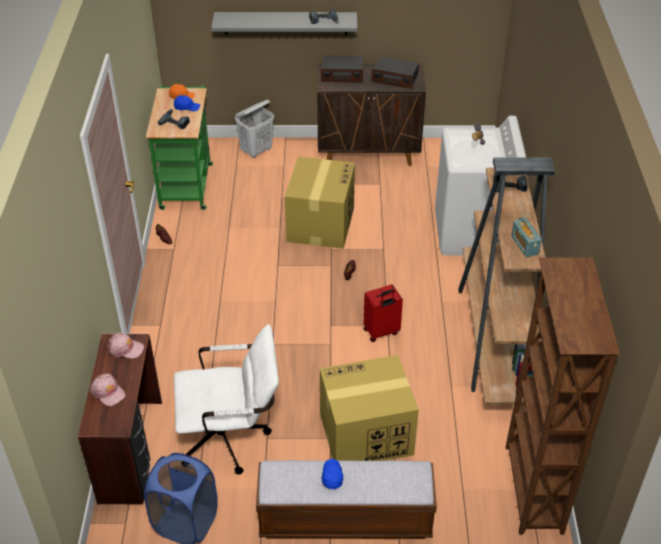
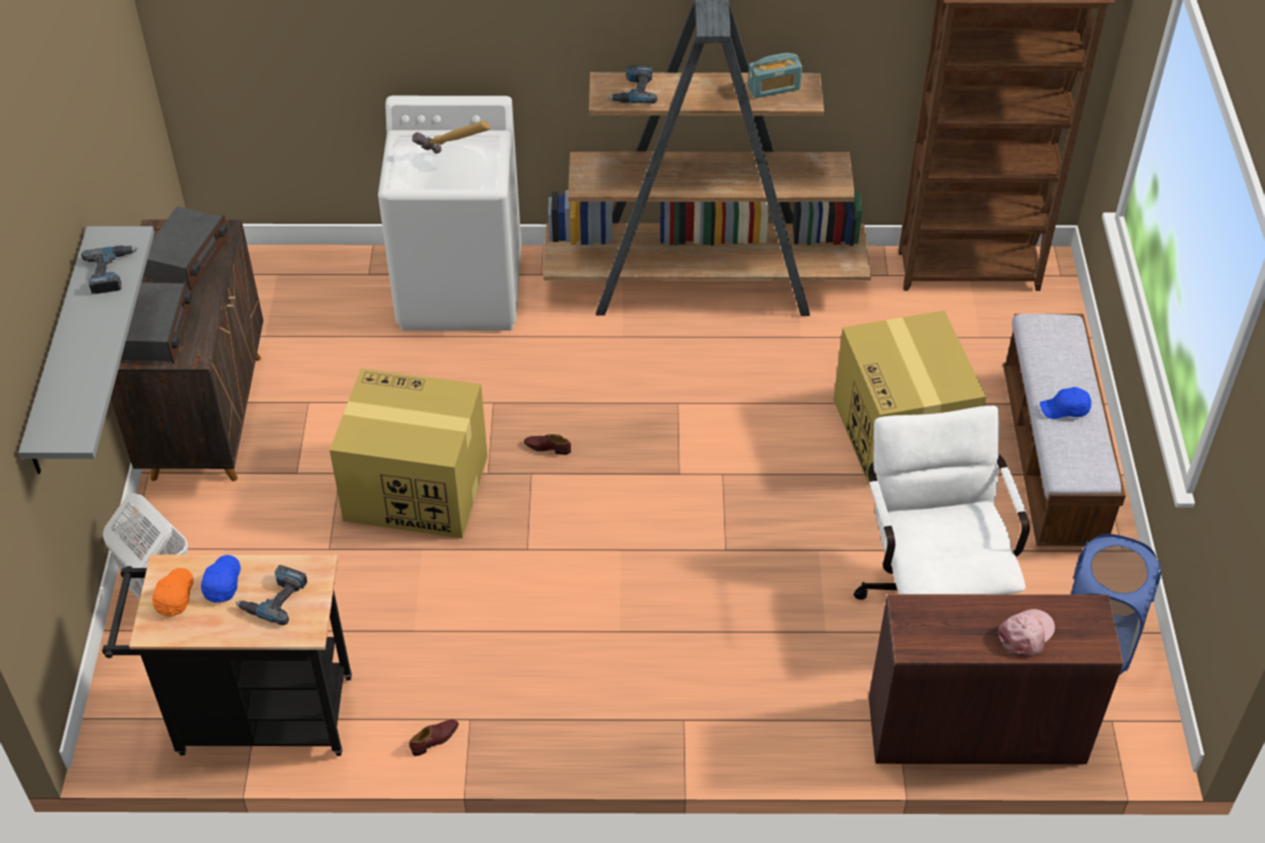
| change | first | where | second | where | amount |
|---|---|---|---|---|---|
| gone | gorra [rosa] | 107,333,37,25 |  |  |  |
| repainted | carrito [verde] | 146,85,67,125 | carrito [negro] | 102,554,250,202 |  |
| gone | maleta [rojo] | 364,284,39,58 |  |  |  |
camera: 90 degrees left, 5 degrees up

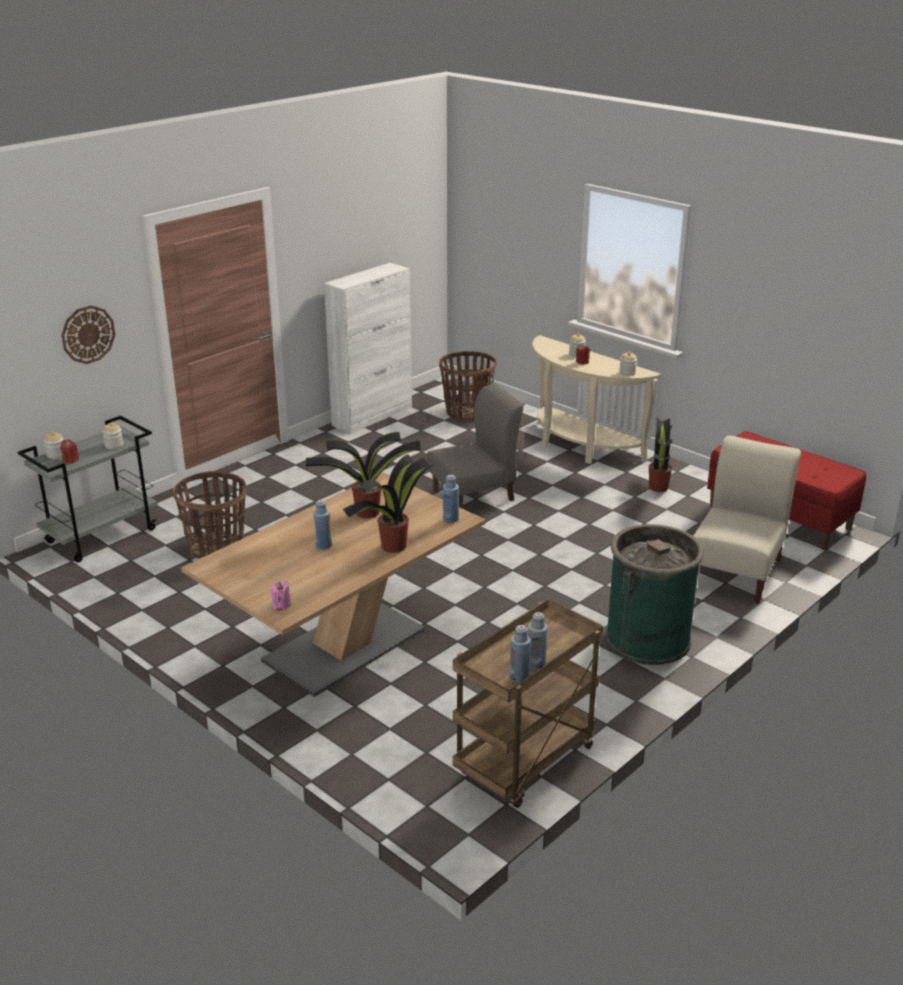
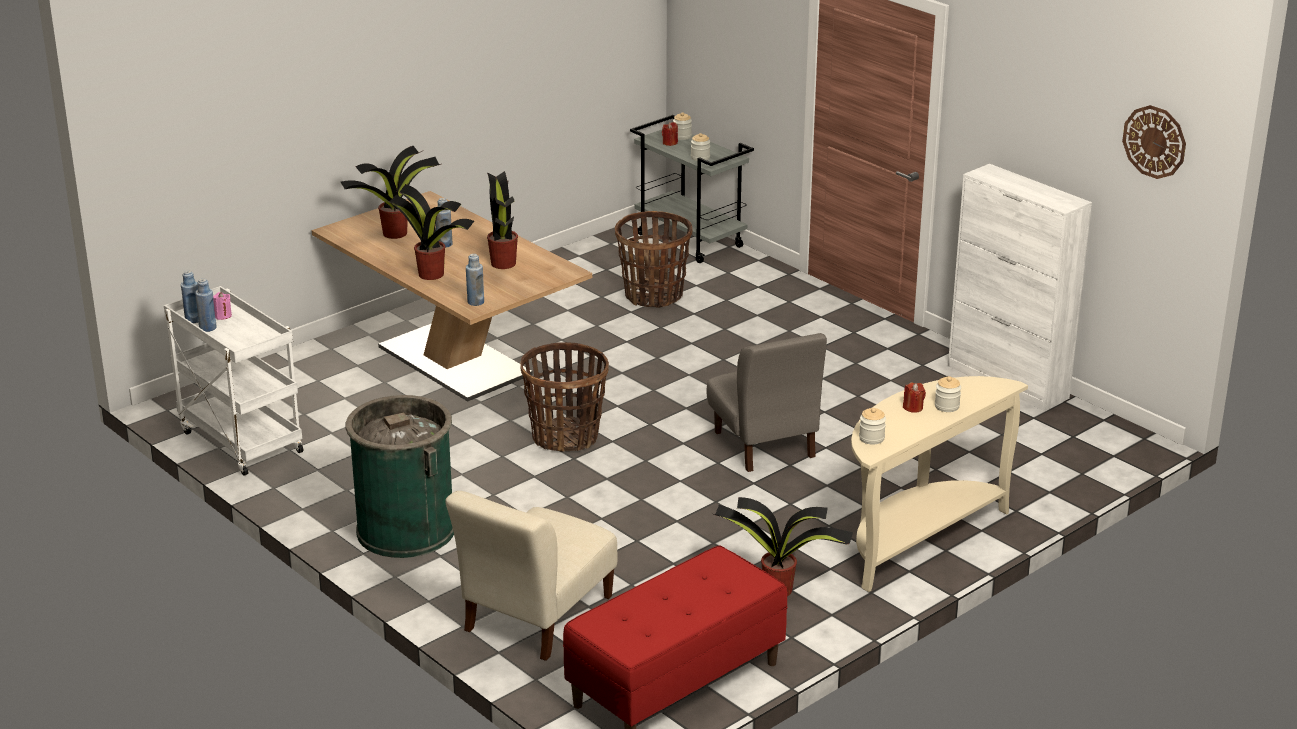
| change | first | where | second | where | amount |
|---|---|---|---|---|---|
| shifted | reloj de pared | 61,305,54,59 |  | 1122,105,64,74 |  |
| shifted | vela [rosa] | 270,581,21,29 |  | 213,292,19,28 |  |
| shifted | cesta | 439,351,58,70 |  | 520,342,89,110 |  |
| repainted | carrito [marrón] | 453,599,150,209 | carrito [blanco] | 164,286,140,190 |  |
| rotated | silla [beis] | 693,436,108,168 |  | 445,491,172,170 | 90 degrees clockwise |
| new |  |  | planta en maceta | 341,146,100,93 |  |
camera: 95 degrees right, 0 degrees up

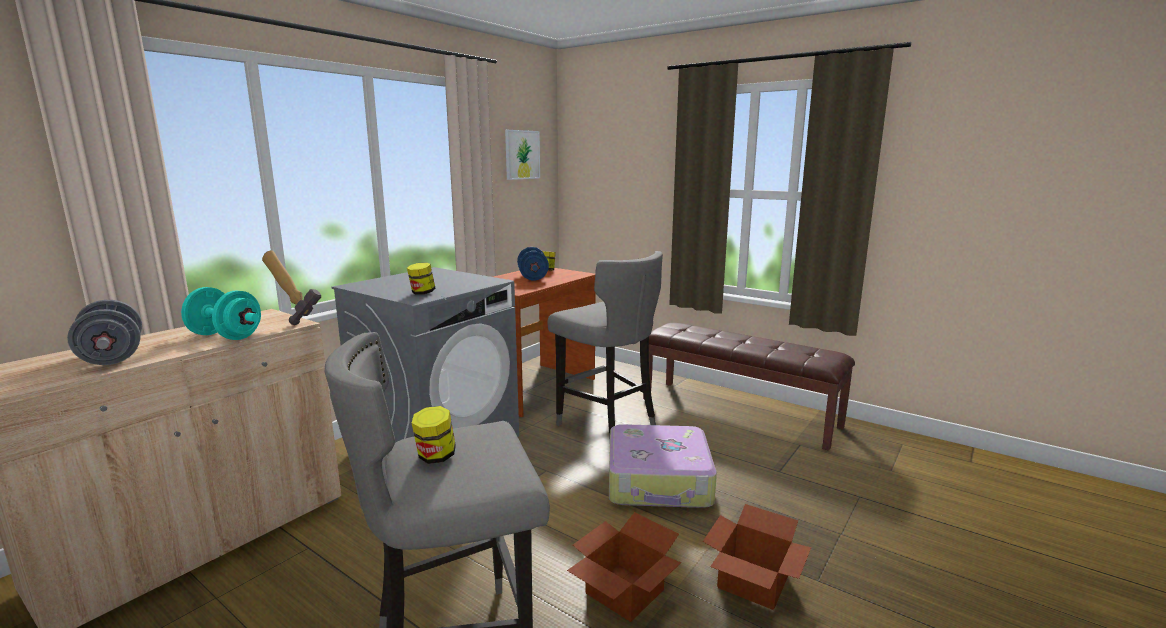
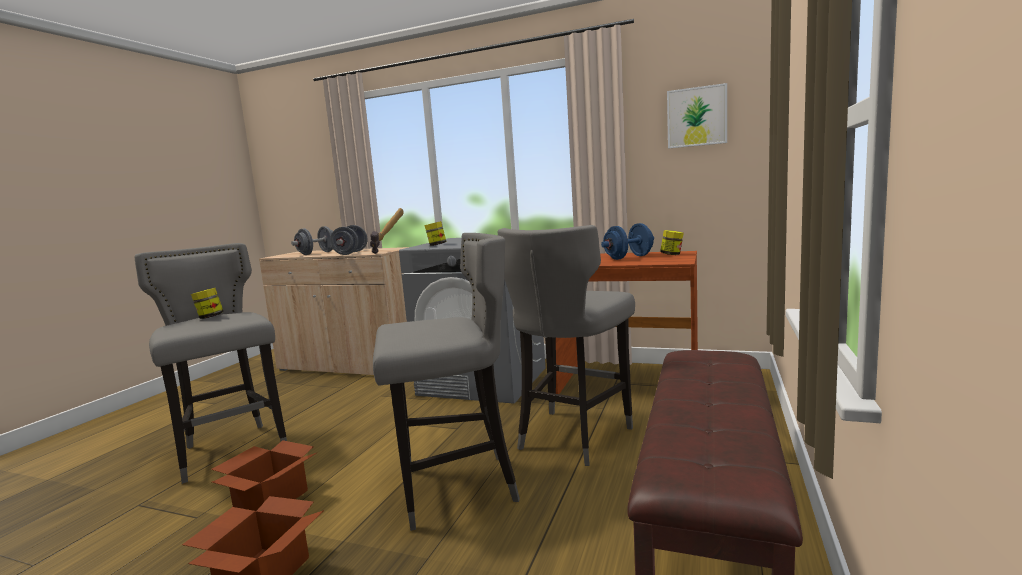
| change | first | where | second | where | amount |
|---|---|---|---|---|---|
| repainted | mancuerna [turquesa] | 181,287,80,53 | mancuerna [gris] | 330,225,38,30 |  |
| swapped | maleta | 609,424,108,84 | taburete [gris] | 373,233,147,298 |  |
camera: 75 degrees right, 5 degrees down

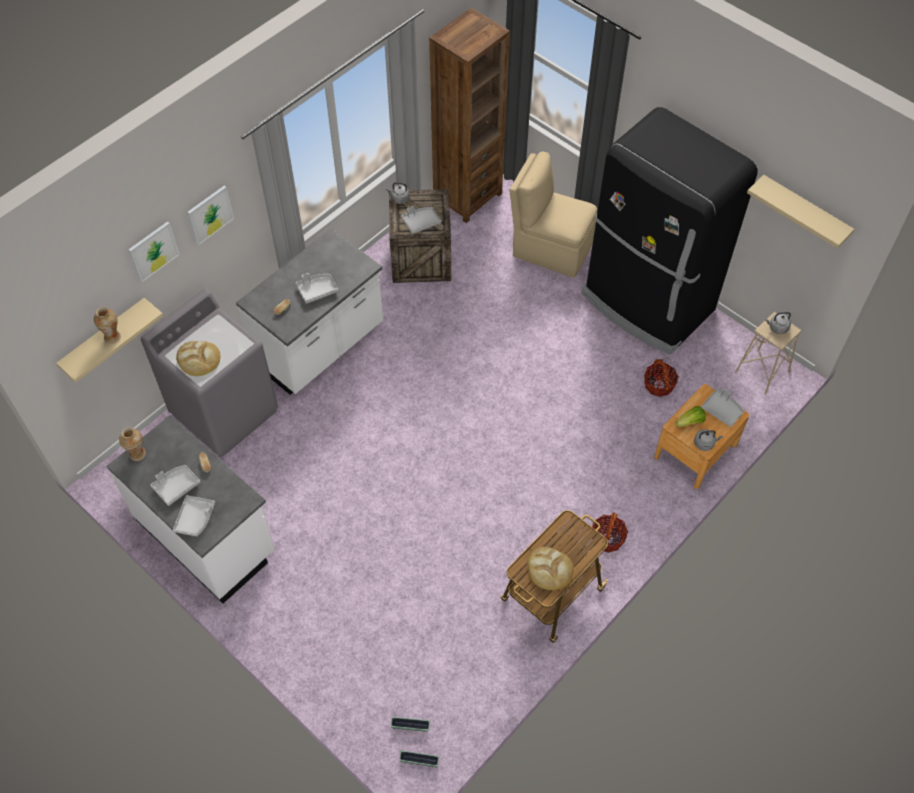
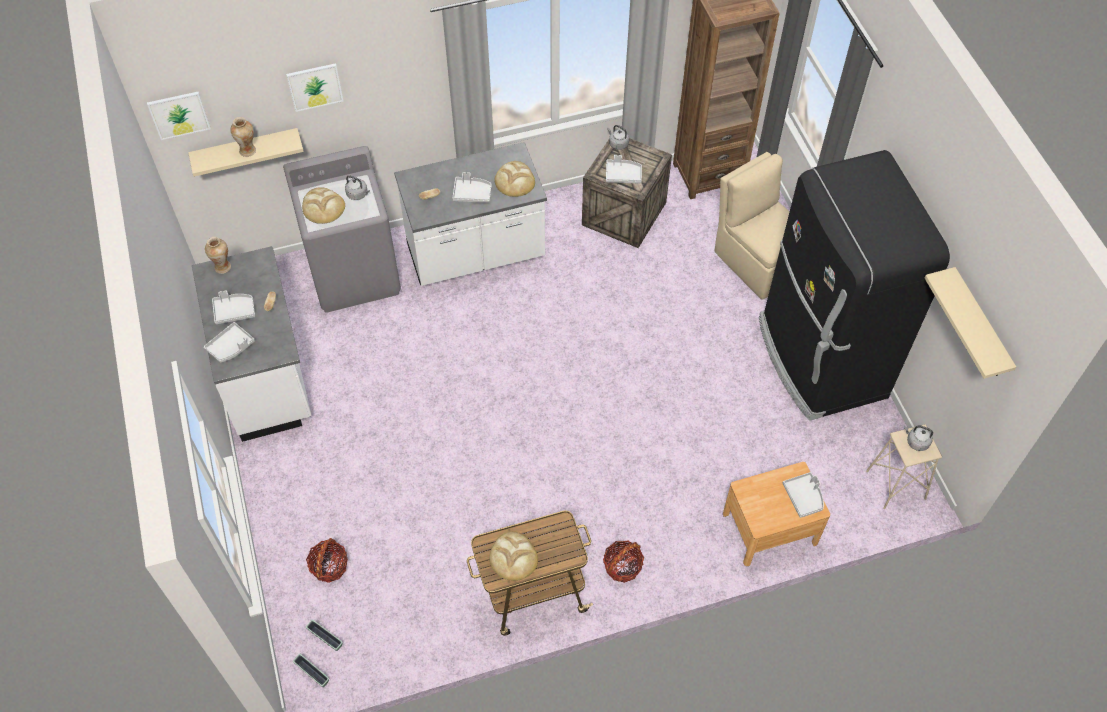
| change | first | where | second | where | amount |
|---|---|---|---|---|---|
| shifted | cuadro | 188,185,46,60 |  | 147,92,64,48 |  |
| shifted | cesta | 644,359,35,38 |  | 306,538,42,45 |  |
| gone | lechuga | 676,406,30,21 |  |  |  |
| shifted | hervidor [gris] | 694,429,29,22 |  | 345,176,25,24 |  |
| new |  |  | pan | 494,161,41,36 |  |
camera: 30 degrees right, 0 degrees up

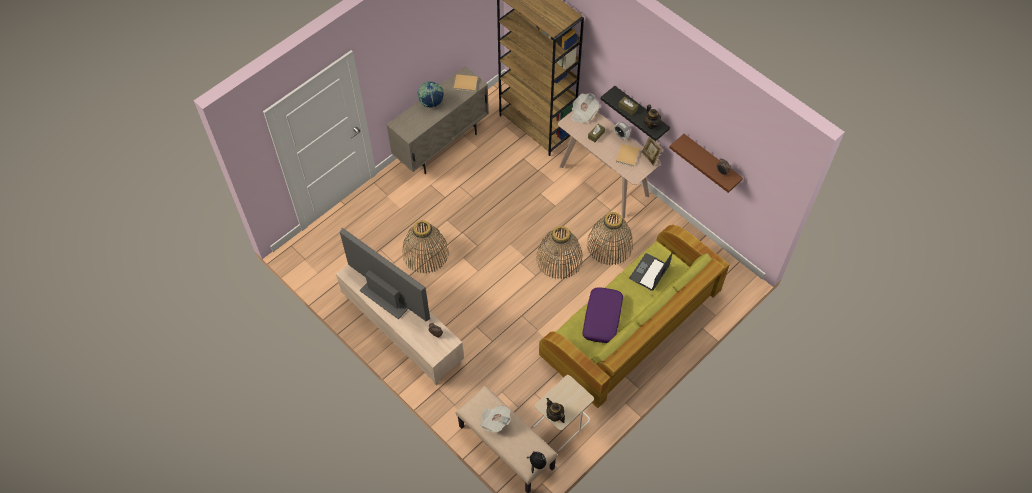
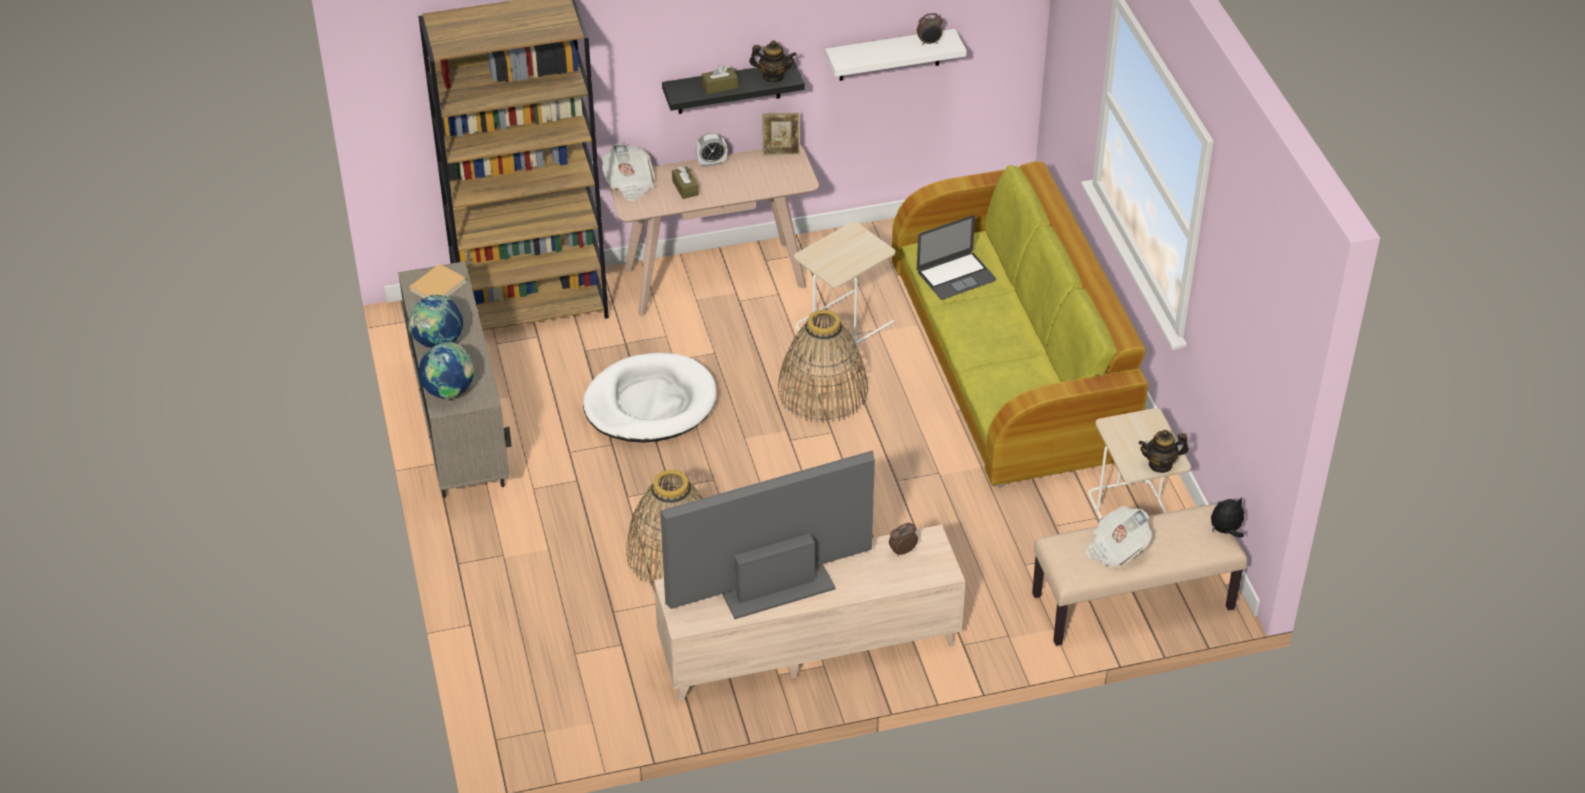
| change | first | where | second | where | amount |
|---|---|---|---|---|---|
| gone | cojín [morado] | 582,287,41,56 |  |  |  |
| swapped | cesta | 587,212,46,53 | mesa auxiliar [beis] | 794,222,101,135 |  |
| gone | libro [beis] | 616,144,24,23 |  |  |  |
| rotated | portátil | 629,252,44,39 |  | 917,215,79,84 | 90 degrees counterclockwise |
| repainted | estante [marrón] | 669,134,74,59 | estante [blanco] | 825,29,142,52 |  |
| new |  |  | globo terráqueo | 418,343,57,57 |  |
| new |  |  | cama para perro [blanco] | 583,353,134,90 |  |
camera: 60 degrees left, 15 degrees down

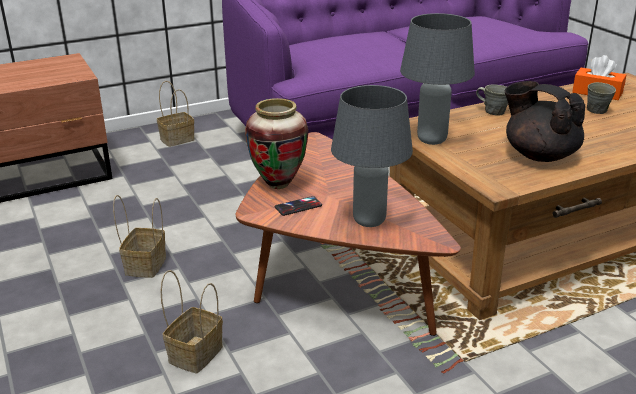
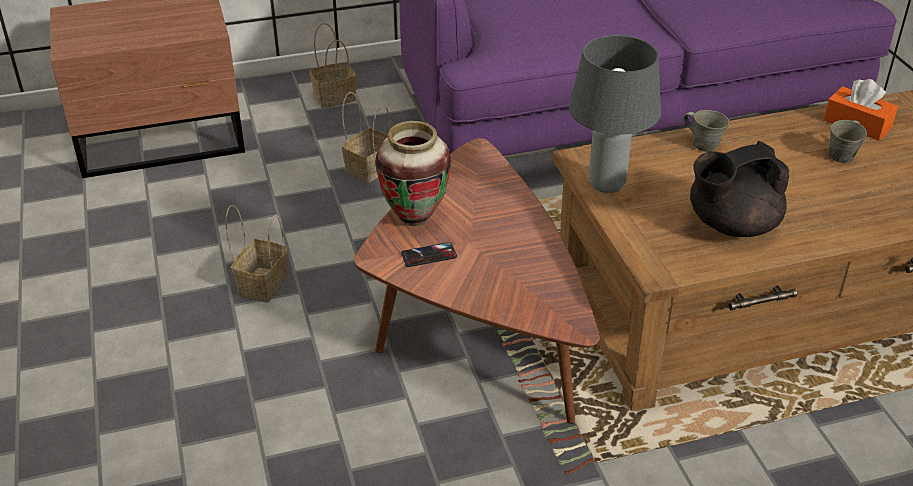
| change | first | where | second | where | amount |
|---|---|---|---|---|---|
| shifted | cesta | 161,270,62,104 |  | 342,92,48,91 |  |
| gone | lámpara de mesa [gris] | 331,85,82,142 |  |  |  |
| rotated | tetera [negro] | 504,81,81,81 |  | 690,141,100,96 | 75 degrees counterclockwise |
camera: 10 degrees right, 10 degrees up

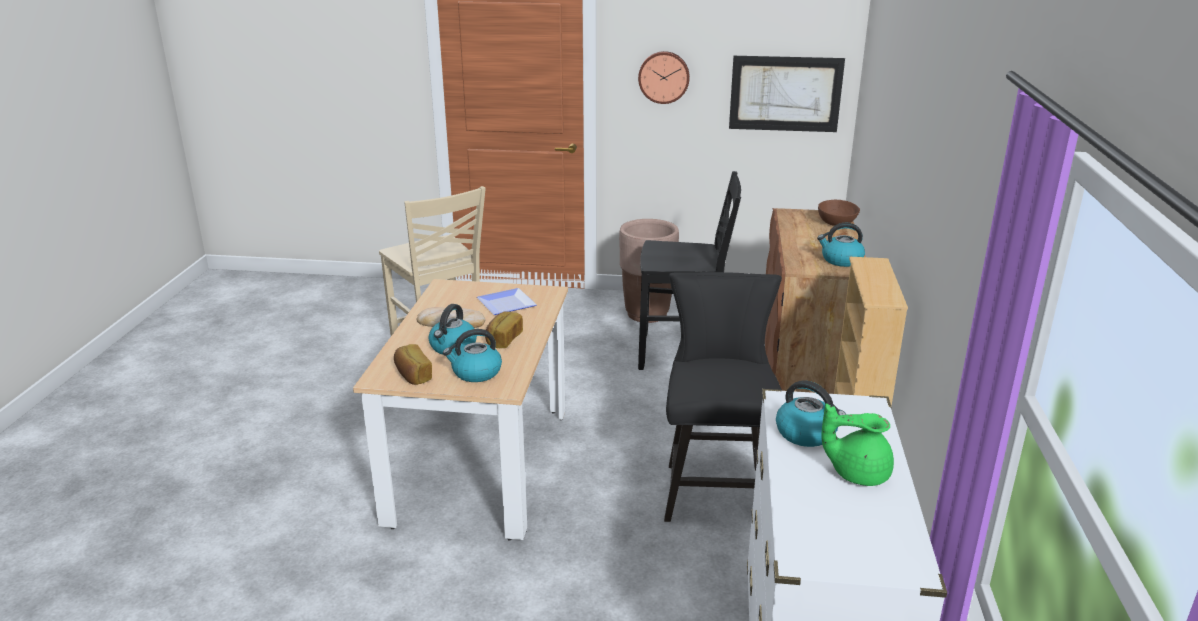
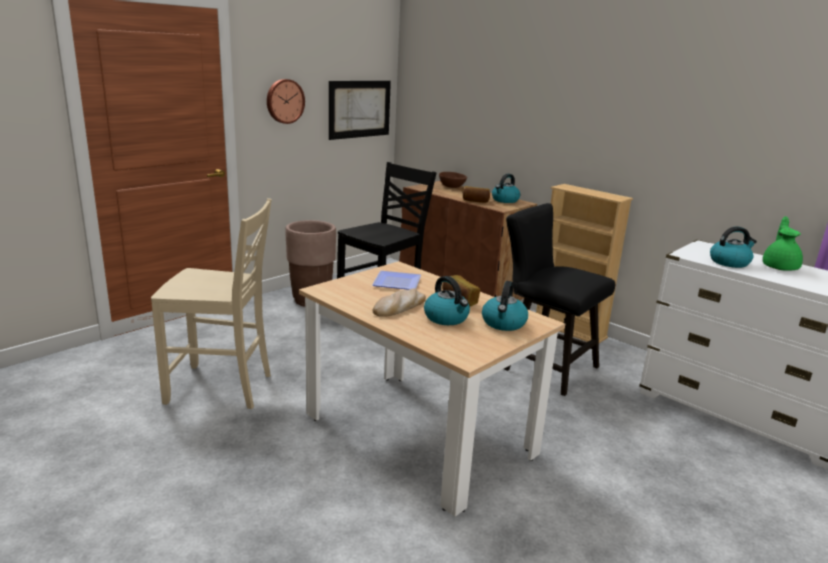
| change | first | where | second | where | amount |
|---|---|---|---|---|---|
| shifted | pan | 394,344,38,41 |  | 463,186,27,17 |  |
| rotated | tetera [verde] | 821,403,73,83 |  | 763,216,40,55 | 150 degrees clockwise |
camera: 55 degrees left, 5 degrees down

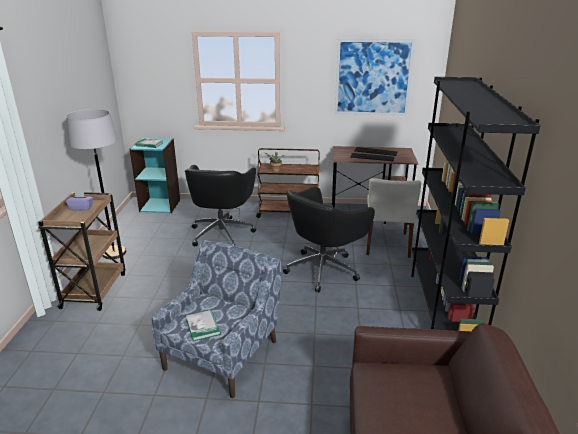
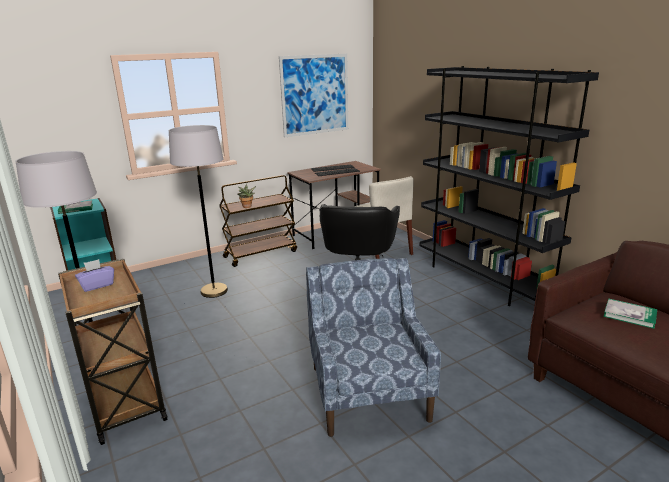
| change | first | where | second | where | amount |
|---|---|---|---|---|---|
| swapped | silla de oficina [negro] | 185,165,71,81 | lámpara de pie [gris] | 169,125,59,173 |  |
| shifted | libro | 186,310,35,32 |  | 603,299,54,30 |  |
camera: 35 degrees left, 5 degrees down

